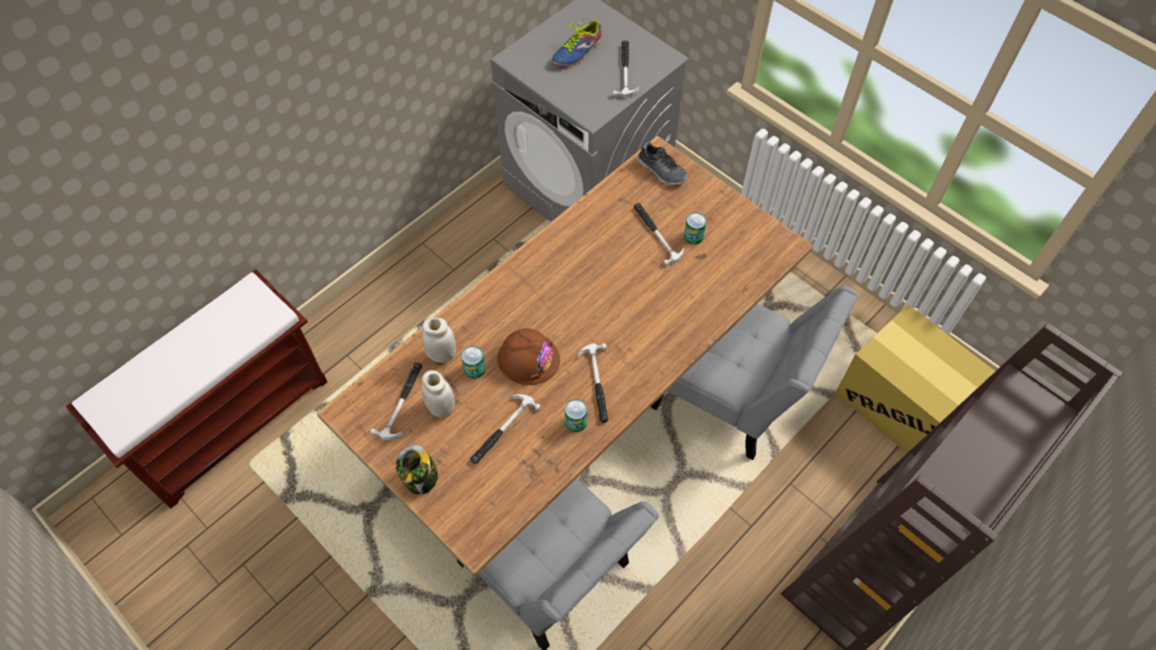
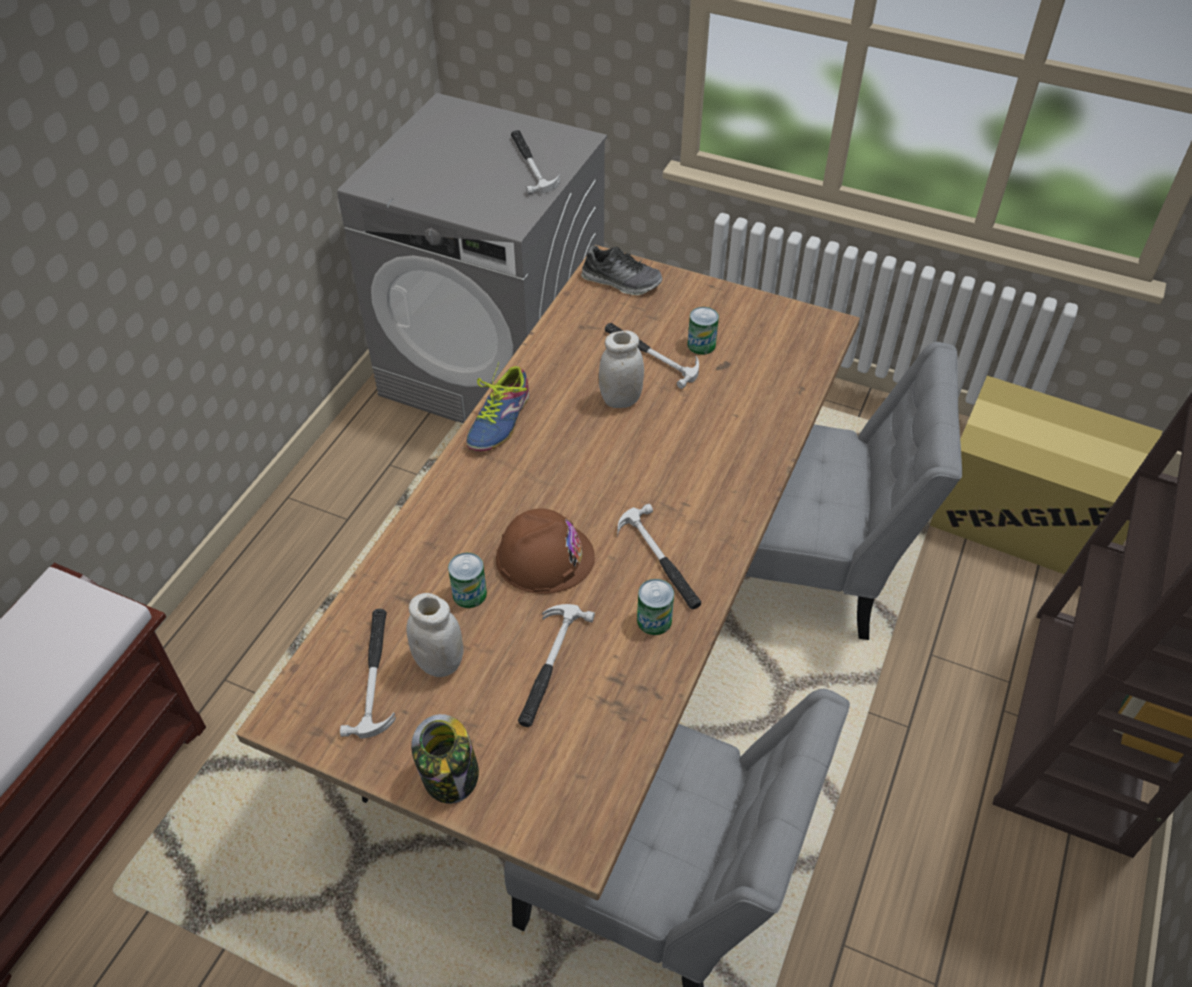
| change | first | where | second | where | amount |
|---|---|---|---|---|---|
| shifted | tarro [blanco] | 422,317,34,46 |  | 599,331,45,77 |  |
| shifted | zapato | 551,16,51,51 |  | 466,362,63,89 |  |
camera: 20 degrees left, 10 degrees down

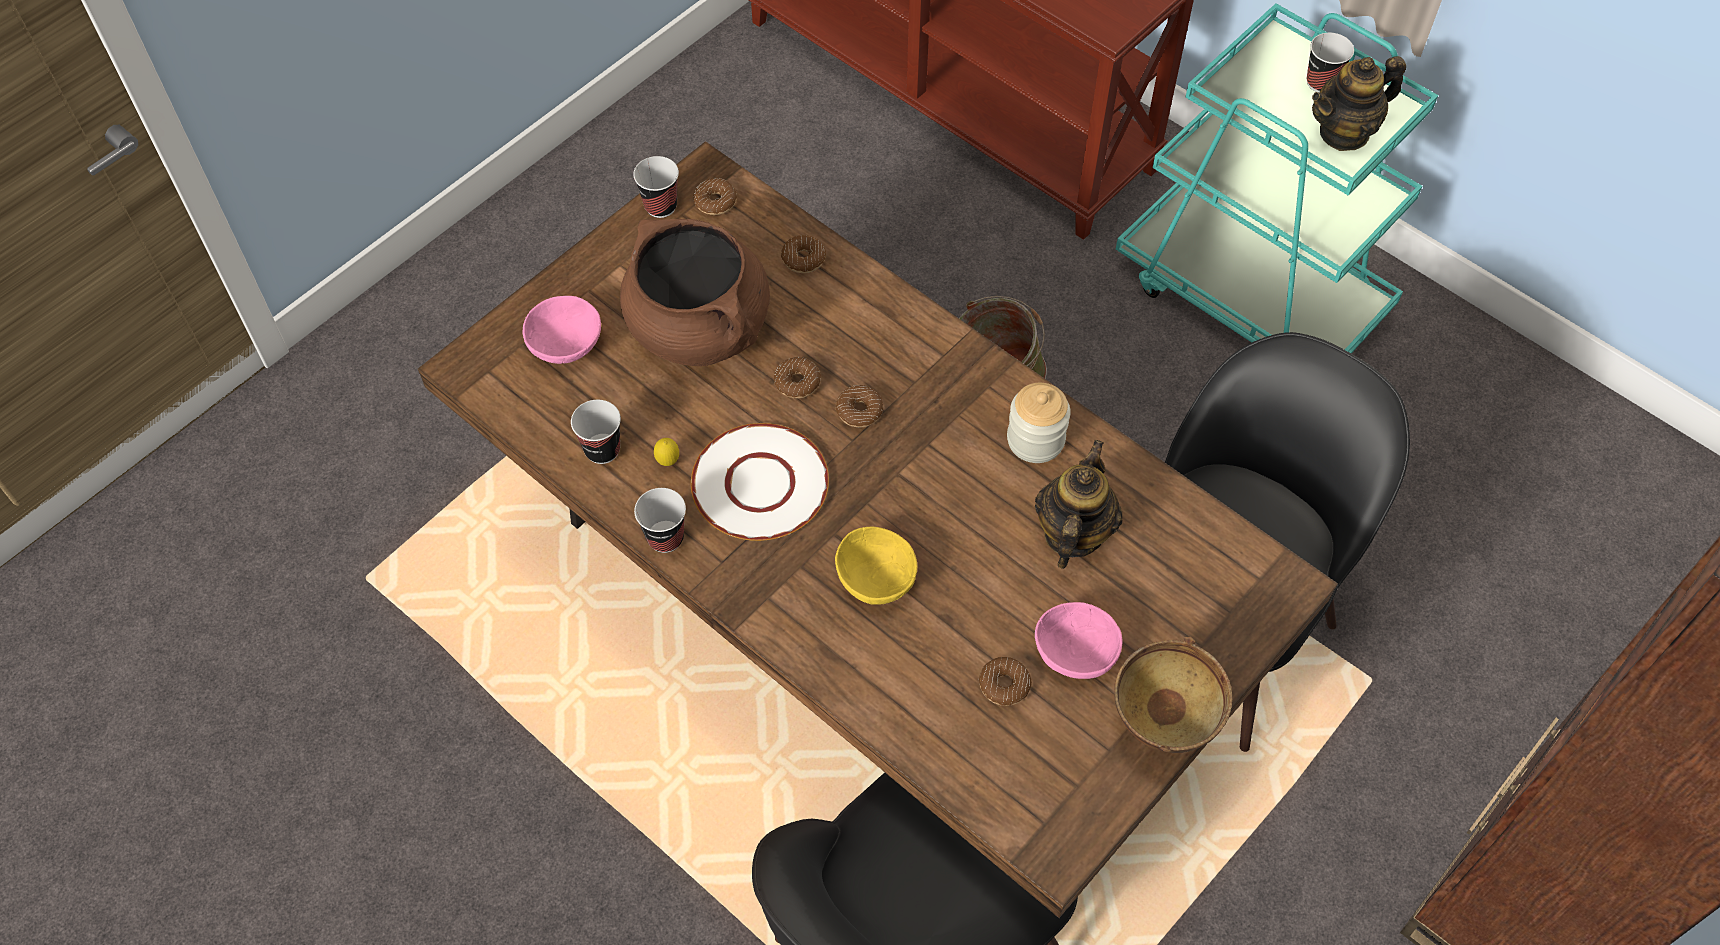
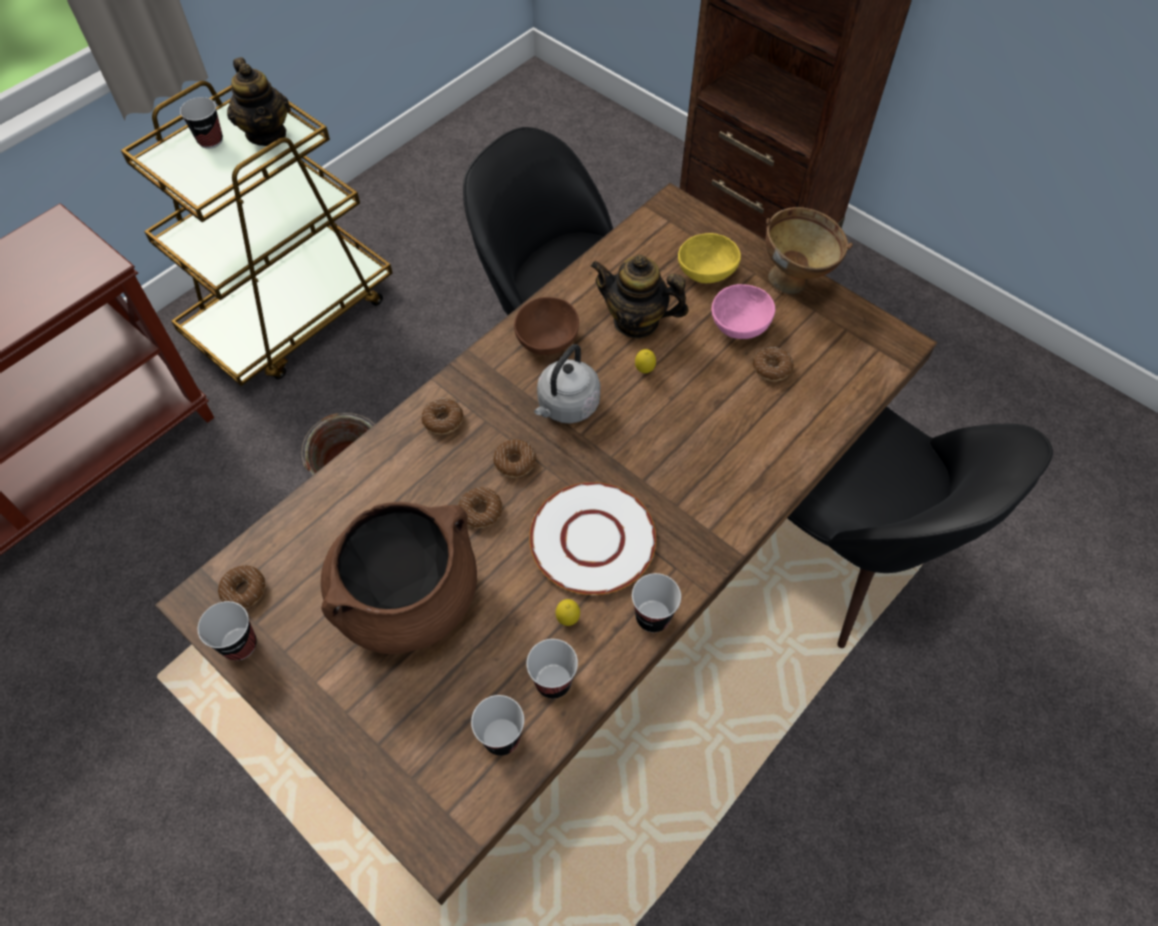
| change | first | where | second | where | amount |
|---|---|---|---|---|---|
| gone | cuenco [rosa] | 523,296,78,68 |  |  |  |
| shifted | rosquilla | 781,235,45,38 |  | 422,398,42,37 |  |
| shifted | cuenco [amarillo] | 835,527,82,78 |  | 678,233,63,50 |  |
| swapped | tarro | 1007,383,64,80 | cuenco [marrón] | 514,297,65,58 |  |
| repainted | carrito [turquesa] | 1116,3,322,350 | carrito [marrón] | 121,81,272,305 |  |
| new |  |  | taza | 471,695,53,61 |  |
| new |  |  | hervidor [gris] | 534,344,66,79 |  |
| new |  |  | limón | 635,349,21,24 |  |
camera: 90 degrees left, 0 degrees up

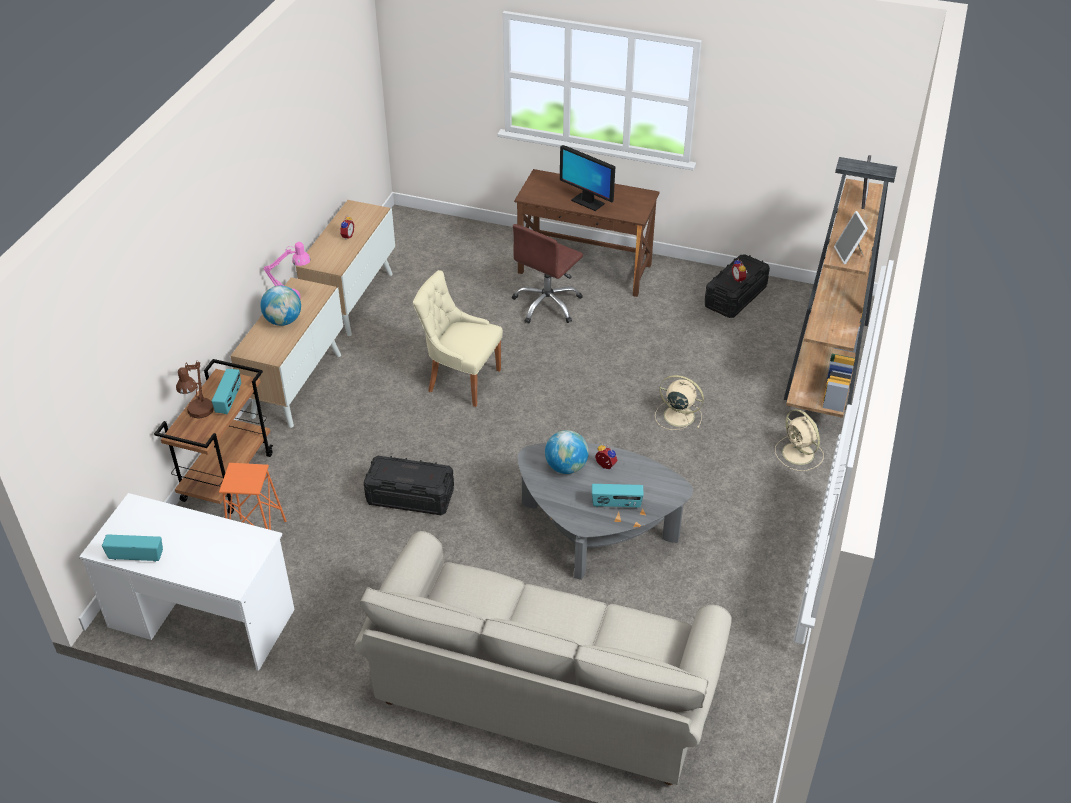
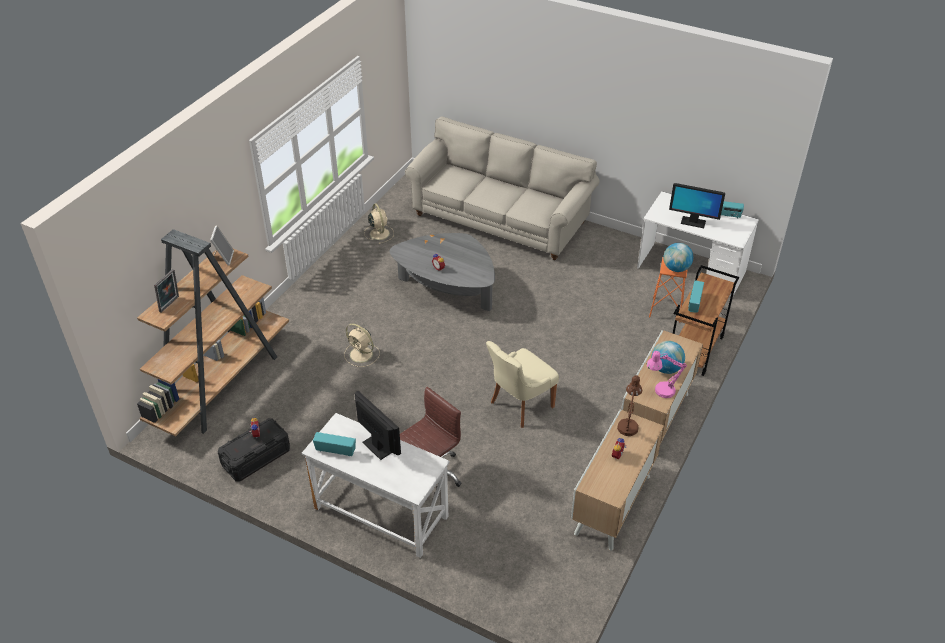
| change | first | where | second | where | amount |
|---|---|---|---|---|---|
| shifted | lámpara de mesa [marrón] | 176,361,38,57 |  | 617,375,25,61 |  |
| gone | caja de almacenaje [negro] | 364,456,90,59 |  |  |  |
| rotated | silla [beis] | 413,270,90,137 |  | 486,341,73,87 | 105 degrees clockwise |
| repainted | escritorio [marrón] | 514,169,146,128 | escritorio [blanco] | 302,413,148,145 |  |
| shifted | globo terráqueo | 545,430,44,44 |  | 664,243,29,29 |  |
| shifted | radio | 592,484,52,24 |  | 313,432,43,24 |  |
| shifted | ventilador [beis] | 775,409,49,62 |  | 364,203,30,41 |  |
| new |  |  | monitor | 669,183,56,45 |  |
camera: 170 degrees left, 0 degrees up

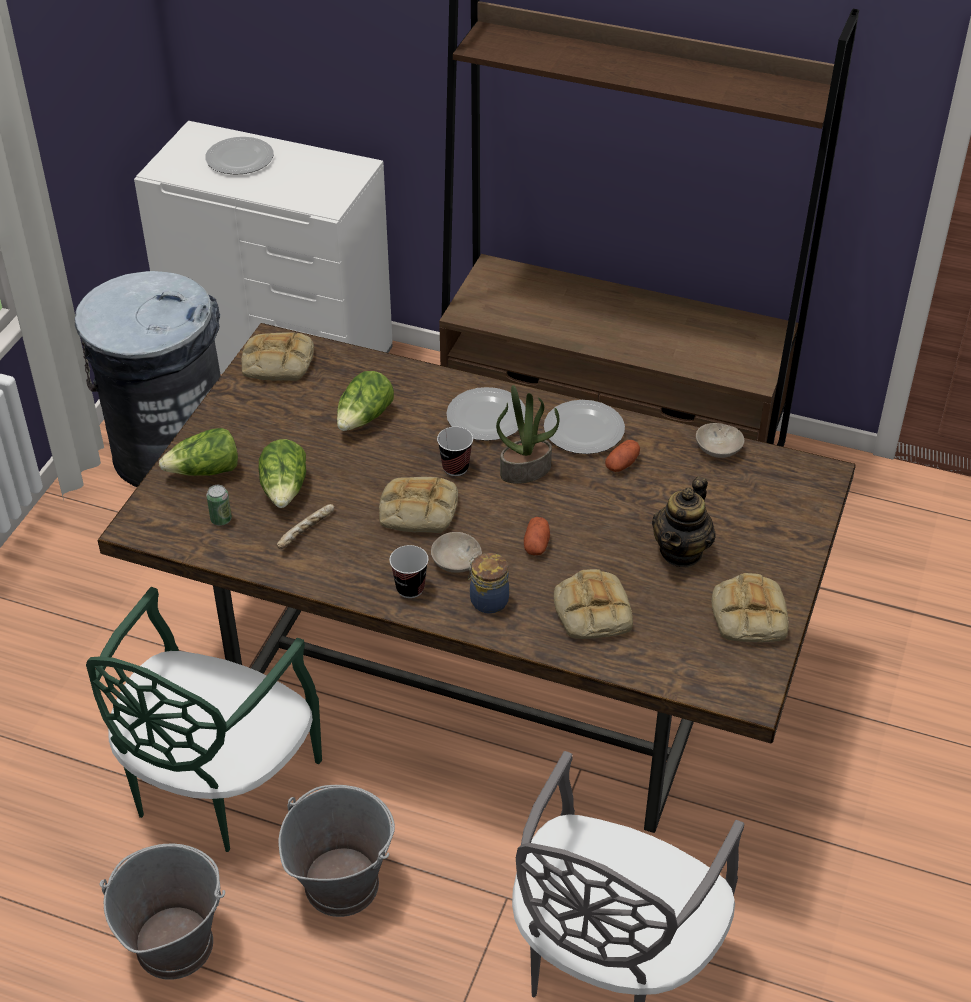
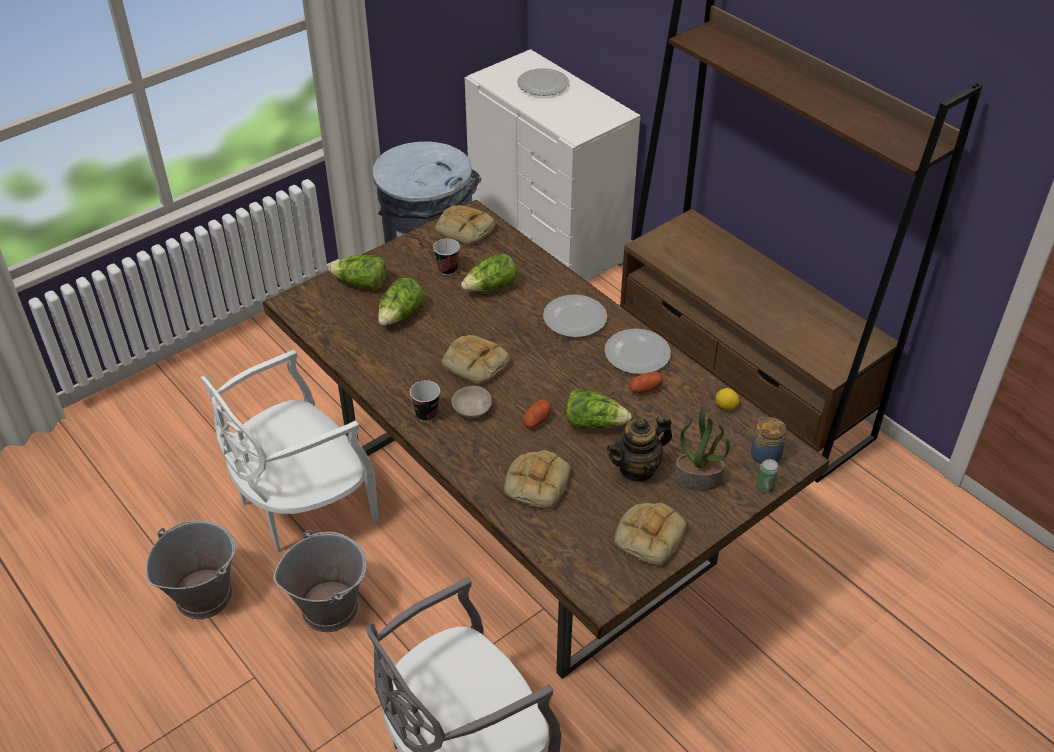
| change | first | where | second | where | amount |
|---|---|---|---|---|---|
| repainted | silla [verde] | 86,587,236,265 | silla [blanco] | 200,349,178,204 |  |
| shifted | lata | 206,485,26,41 |  | 756,459,23,34 |  |
| gone | pan | 277,504,57,45 |  |  |  |
| shifted | taza | 437,427,36,49 |  | 433,239,27,37 |  |
| shifted | tarro | 468,553,41,61 |  | 751,417,35,47 |  |
| shifted | planta en maceta | 496,385,63,99 |  | 674,406,56,85 |  |
| swapped | cuenco [beis] | 696,423,48,35 | limón | 716,388,23,22 |  |
| new |  |  | lechuga | 566,389,66,40 |  |
camera: 30 degrees right, 0 degrees up

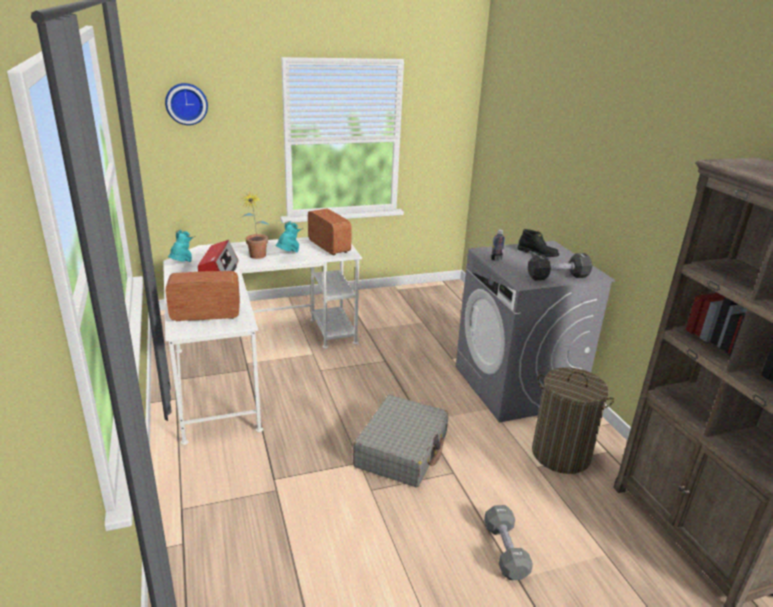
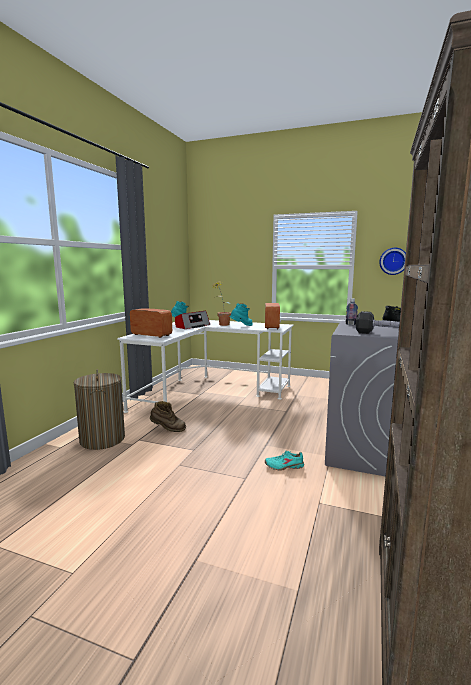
| change | first | where | second | where | amount |
|---|---|---|---|---|---|
| shifted | reloj de pared | 165,83,43,42 |  | 379,248,27,27 |  |
| gone | maleta [gris] | 353,395,95,92 |  |  |  |
| gone | mancuerna [gris] | 484,505,49,75 |  |  |  |
| shifted | cesto de la ropa | 532,367,83,107 |  | 73,369,52,81 |  |
| new |  |  | bota [marrón] | 150,401,36,31 |  |
| new |  |  | zapato [turquesa] | 265,450,39,20 |  |
camera: 40 degrees right, 15 degrees down

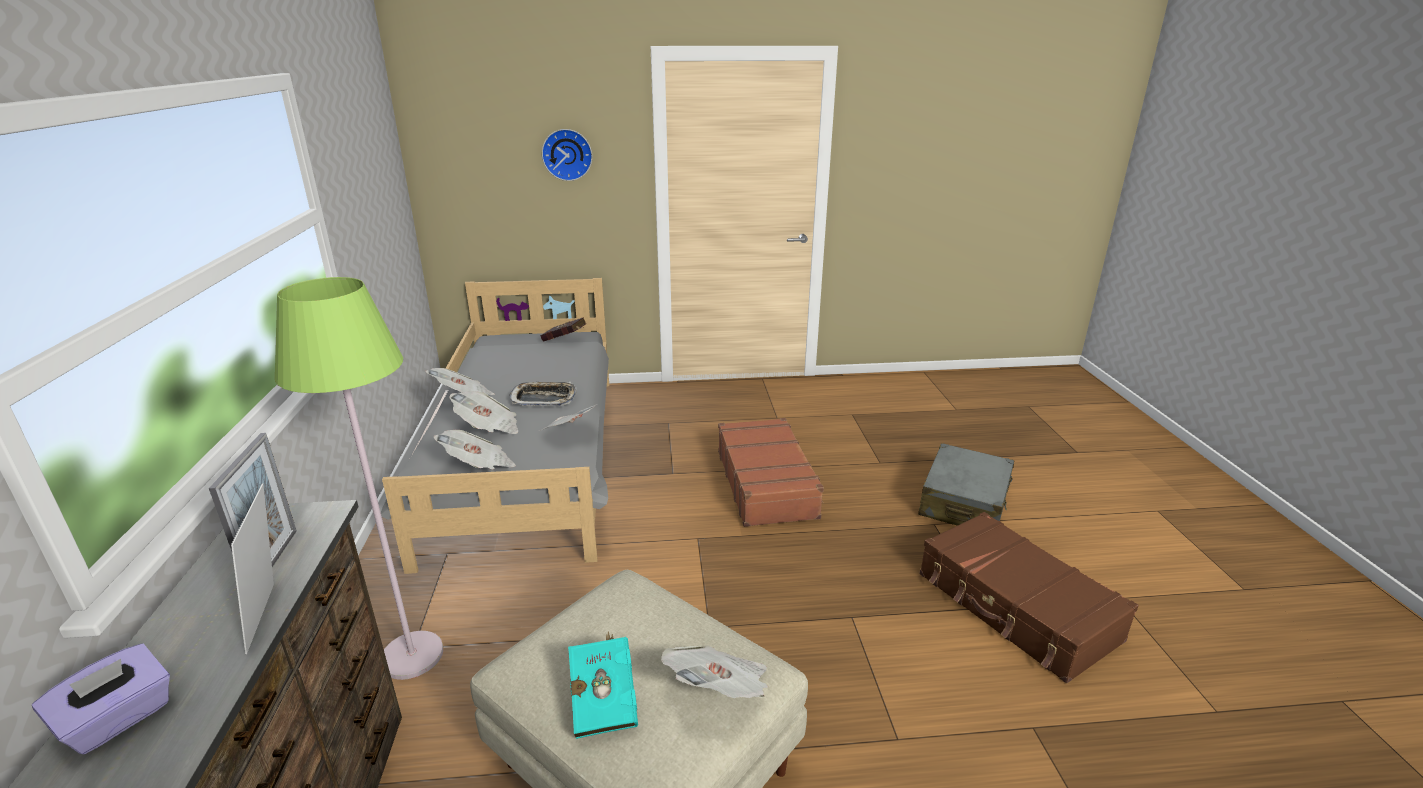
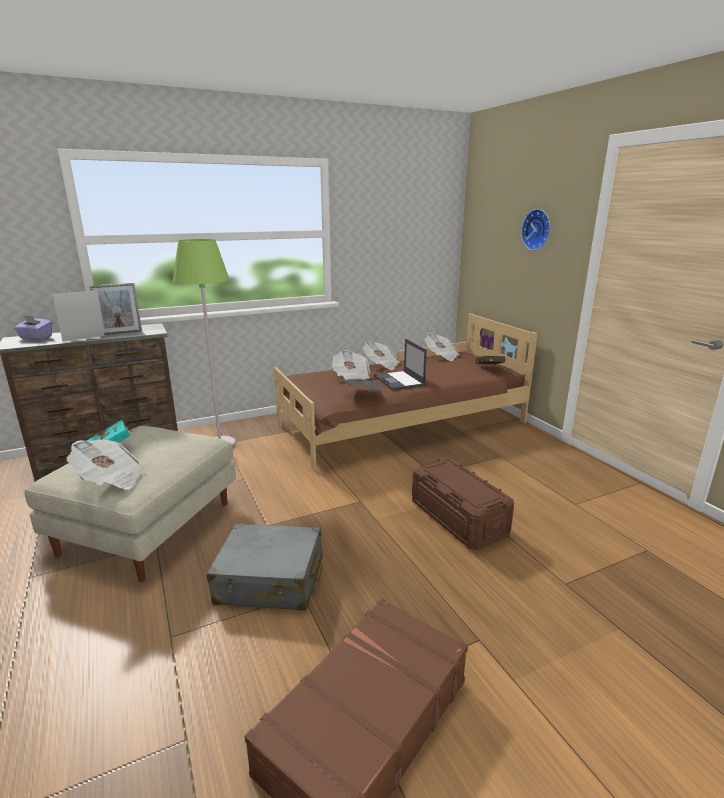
| change | first | where | second | where | amount |
|---|---|---|---|---|---|
| repainted | cama [gris] | 381,278,228,296 | cama [marrón] | 274,313,264,158 |  |
| shifted | periódico | 434,430,82,39 |  | 425,333,34,28 |  |
| swapped | bandeja | 509,382,68,24 | portátil | 374,339,53,51 |  |
| swapped | maleta [marrón] | 718,418,106,109 | caja de almacenaje [marrón] | 412,458,102,92 |  |
| shifted | maleta [gris] | 918,443,97,83 |  | 207,524,116,87 |  |
camera: 70 degrees right, 5 degrees down

